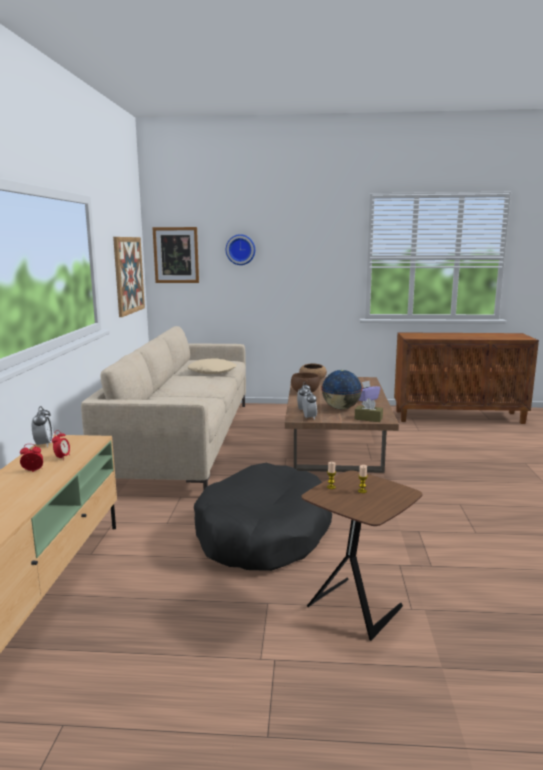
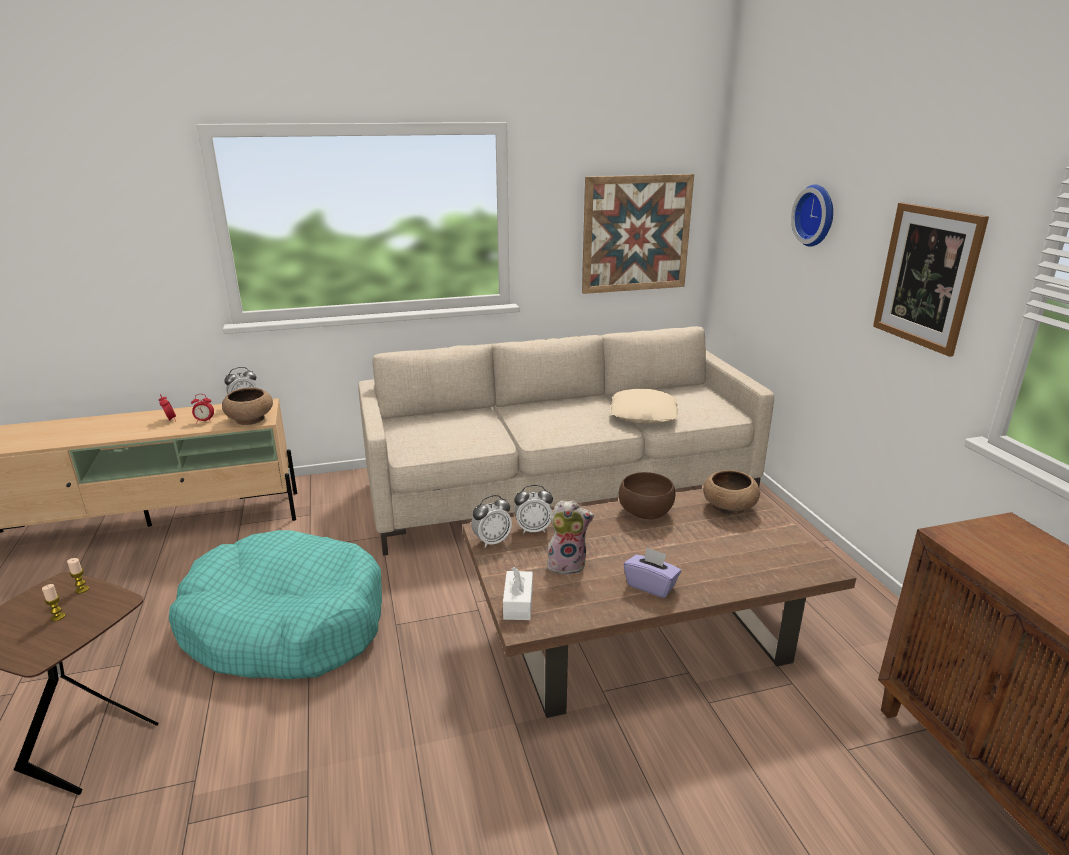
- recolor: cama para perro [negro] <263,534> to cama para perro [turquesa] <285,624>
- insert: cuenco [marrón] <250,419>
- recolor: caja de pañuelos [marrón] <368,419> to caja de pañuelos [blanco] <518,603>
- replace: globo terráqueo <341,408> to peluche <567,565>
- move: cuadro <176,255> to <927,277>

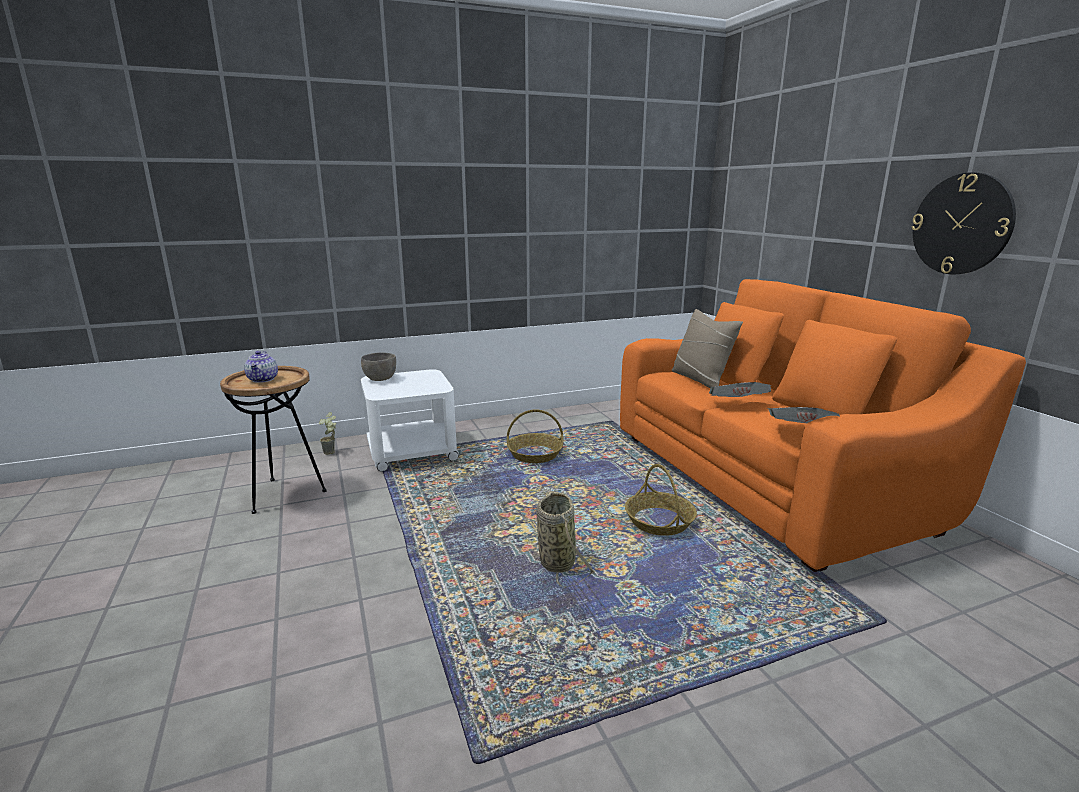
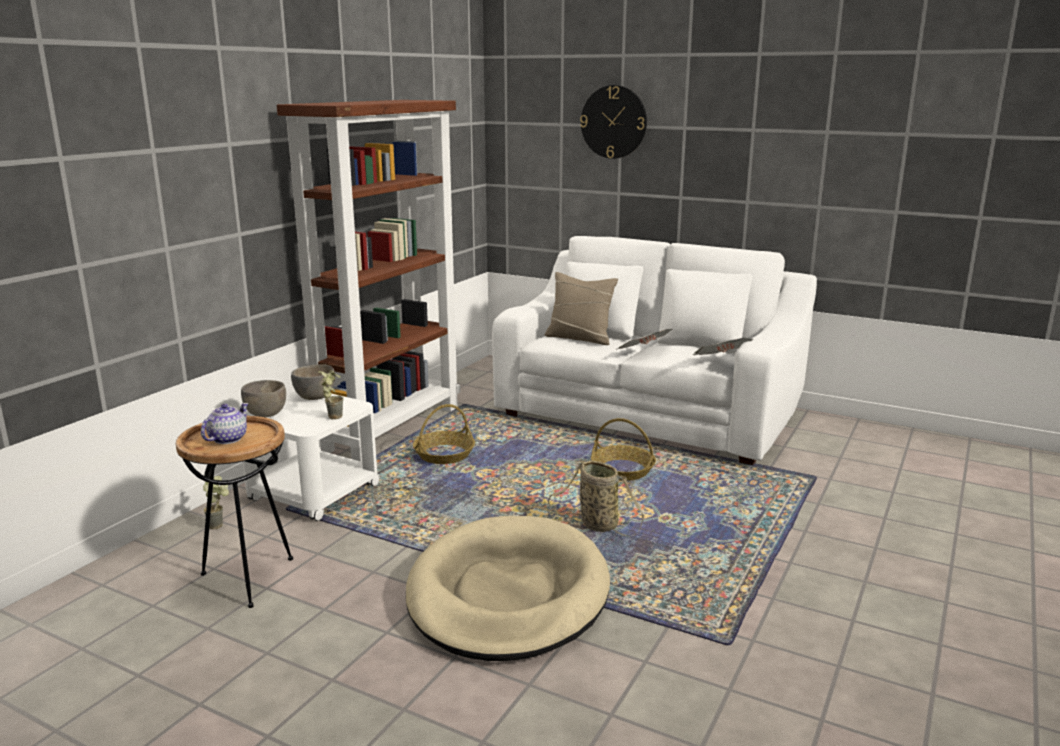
- rotate: tetera <263,379> = <227,439> 105 degrees counterclockwise
- insert: estantería [marrón] <391,428>
- insert: cuenco [gris] <315,397>
- insert: planta en maceta <333,416>
- insert: cama para perro [beis] <508,594>
- recolor: sofá [naranja] <766,478> to sofá [blanco] <647,414>
- move: reloj de pared <961,224> to <613,122>

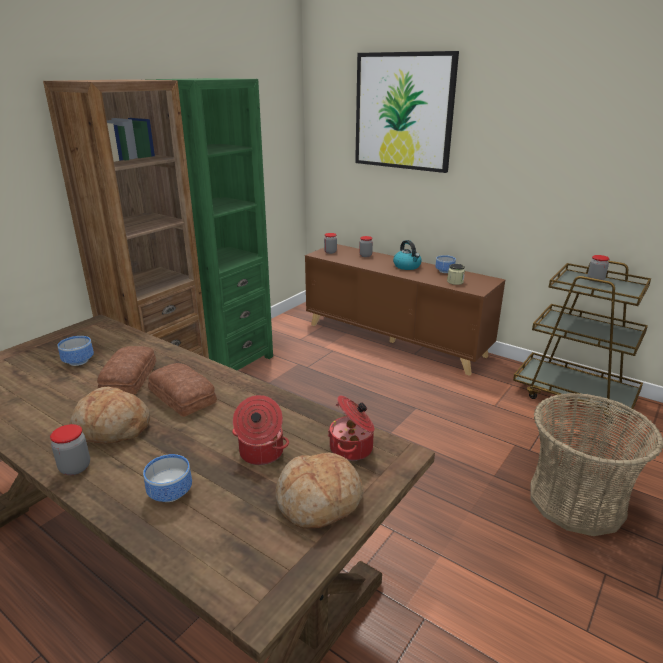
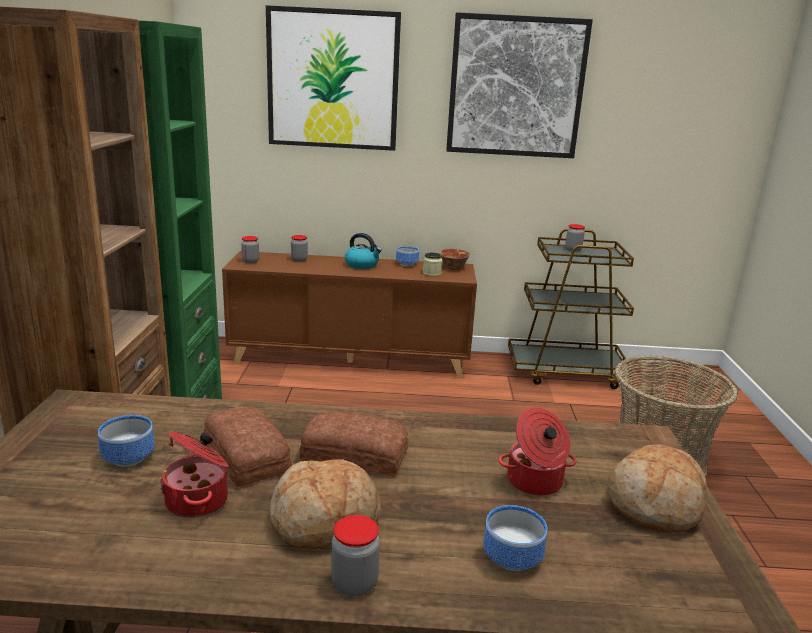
- move: olla <352,448> to <199,501>
- insert: cuenco <453,268>
- insert: cuadro <516,87>

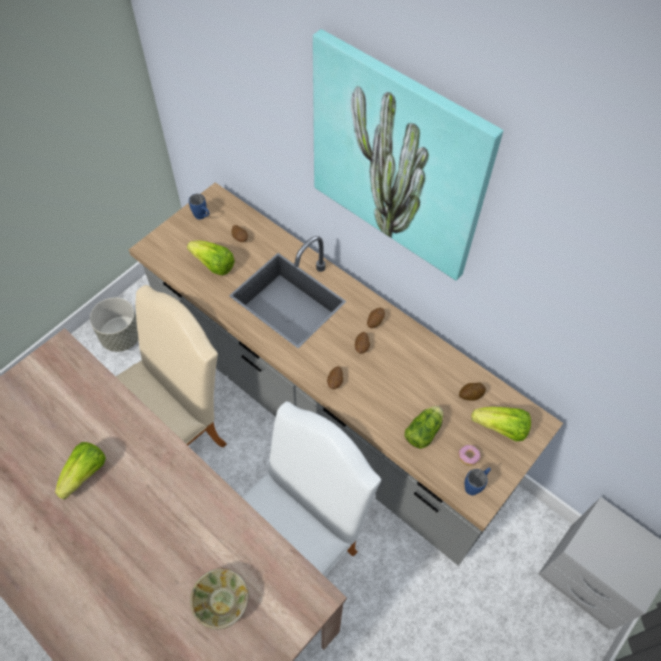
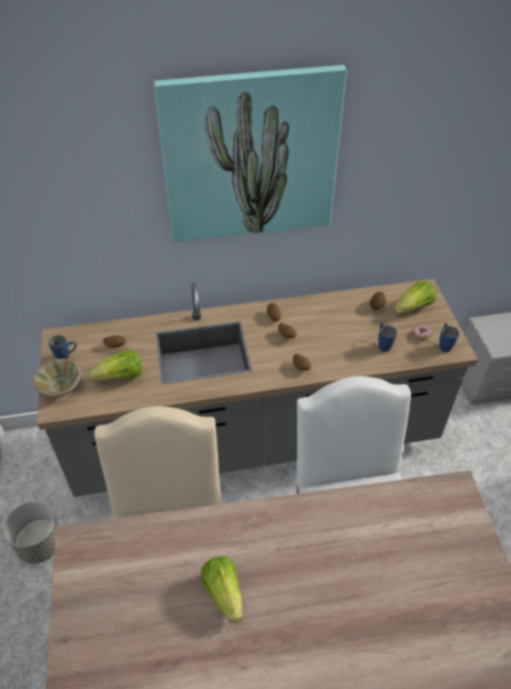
- move: cuenco [beis] <221,602> to <60,386>
- replace: lechuga <424,430> to taza grande [azul] <383,344>

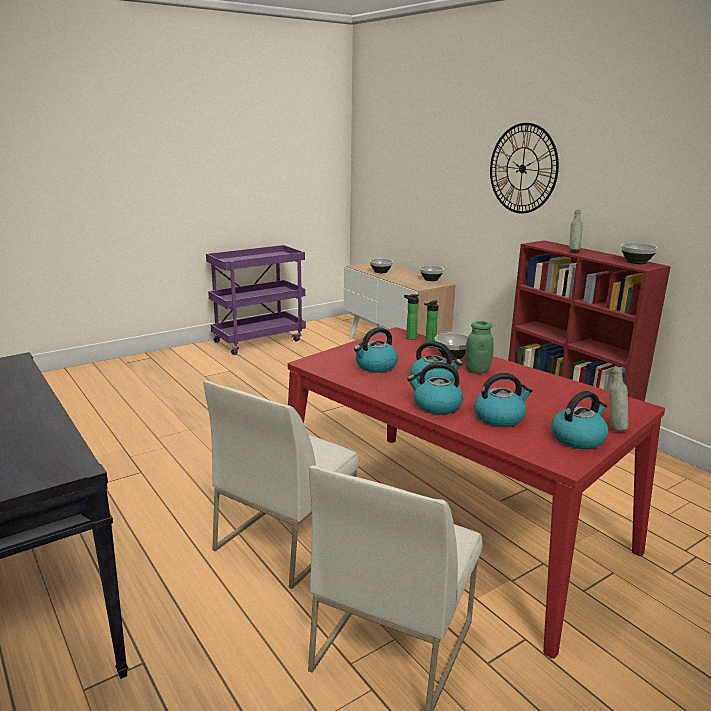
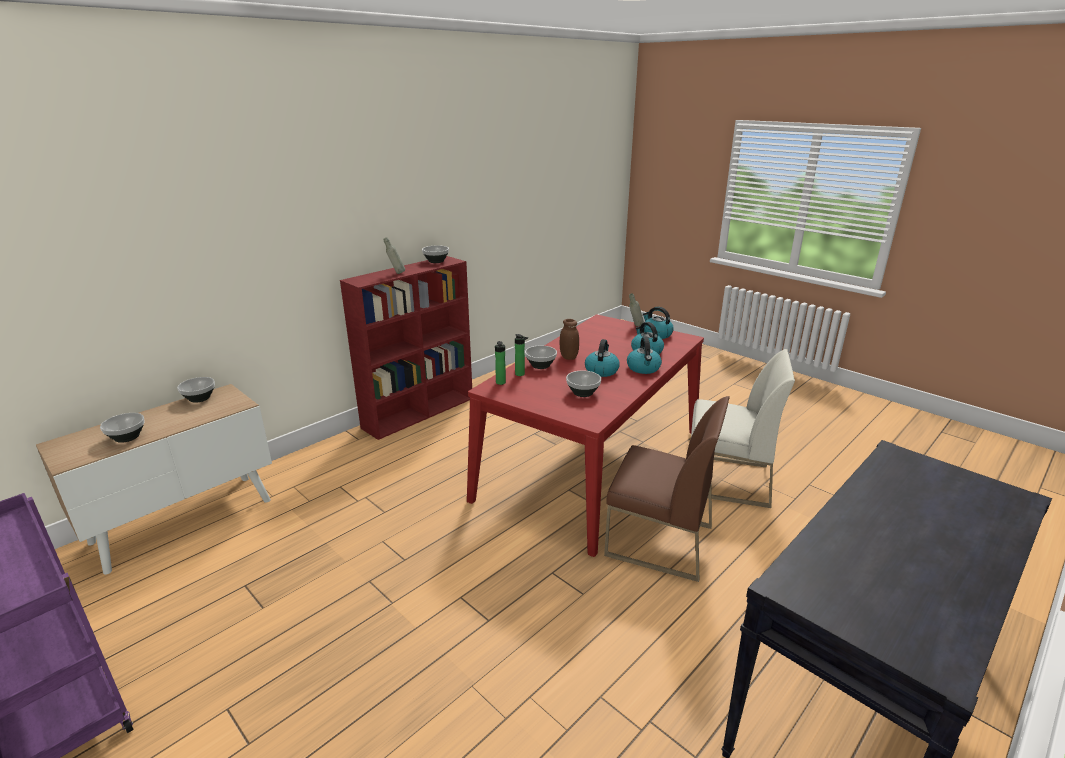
- recolor: tarro [verde] <477,371> to tarro [marrón] <568,357>
- replace: hervidor <375,366> to cuenco <583,392>
- recolor: silla [blanco] <285,538> to silla [marrón] <658,541>
- delete: reloj de pared <522,168>

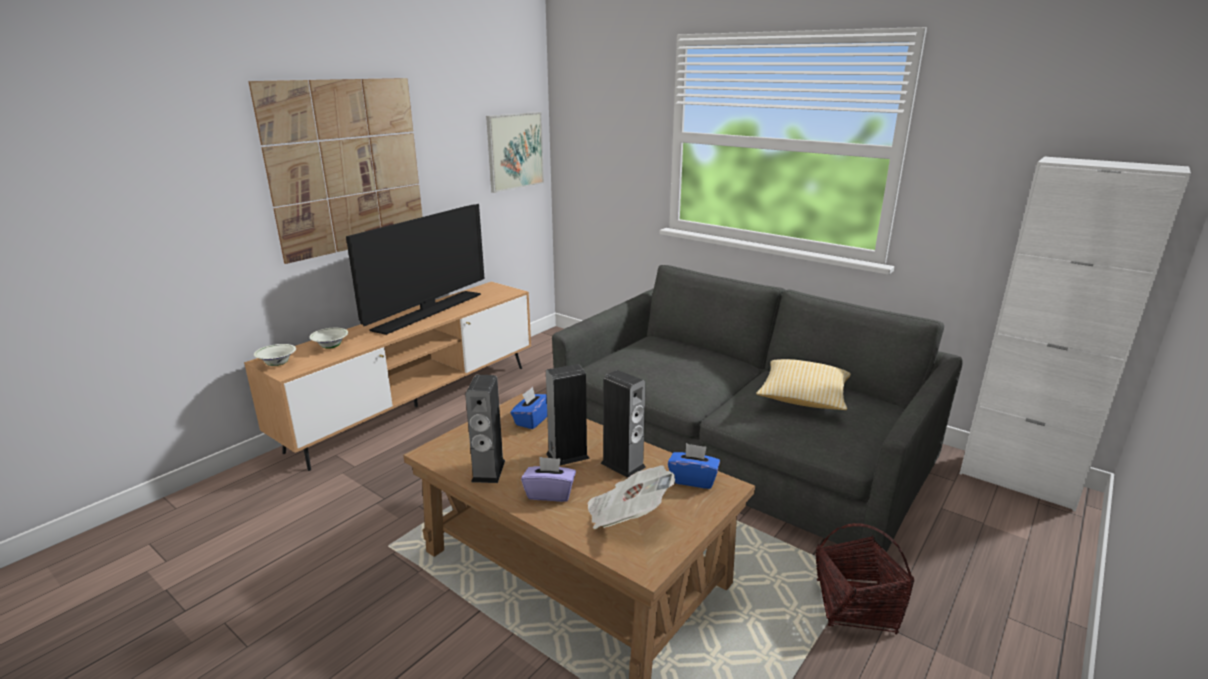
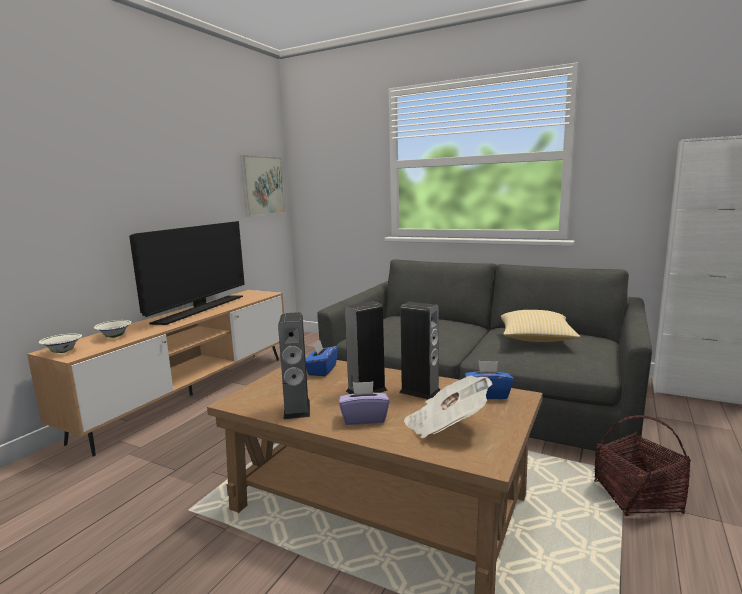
- delete: cuadro <347,166>

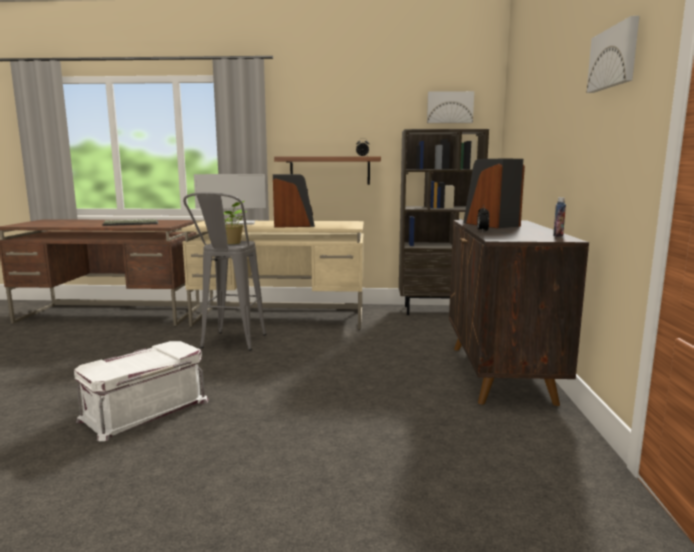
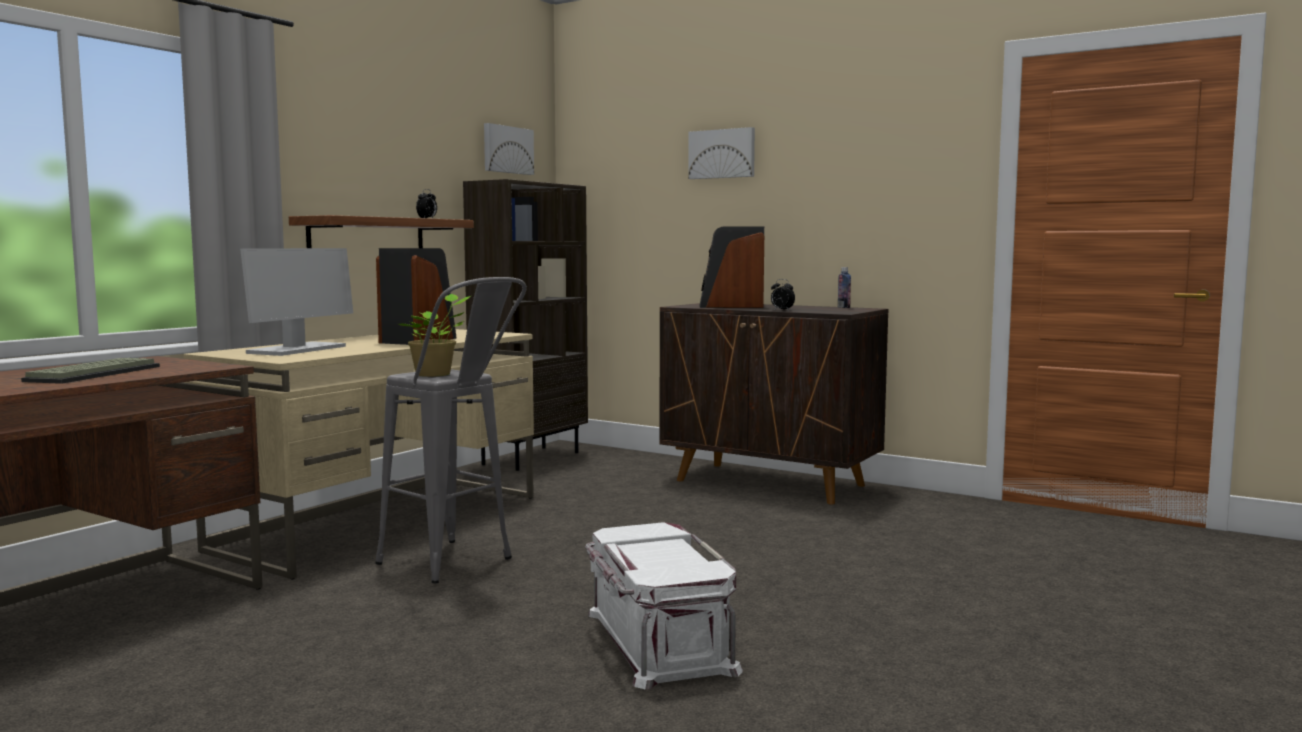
- move: cuadro <614,57> to <722,154>

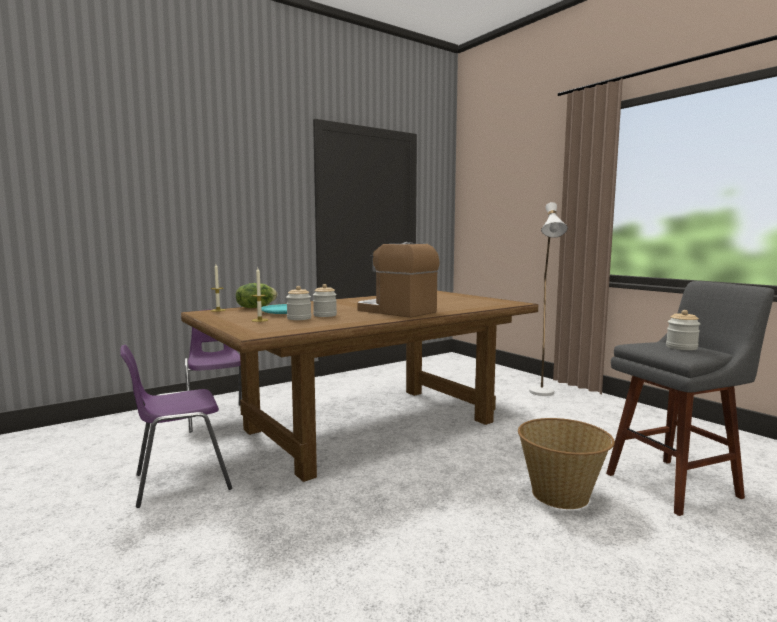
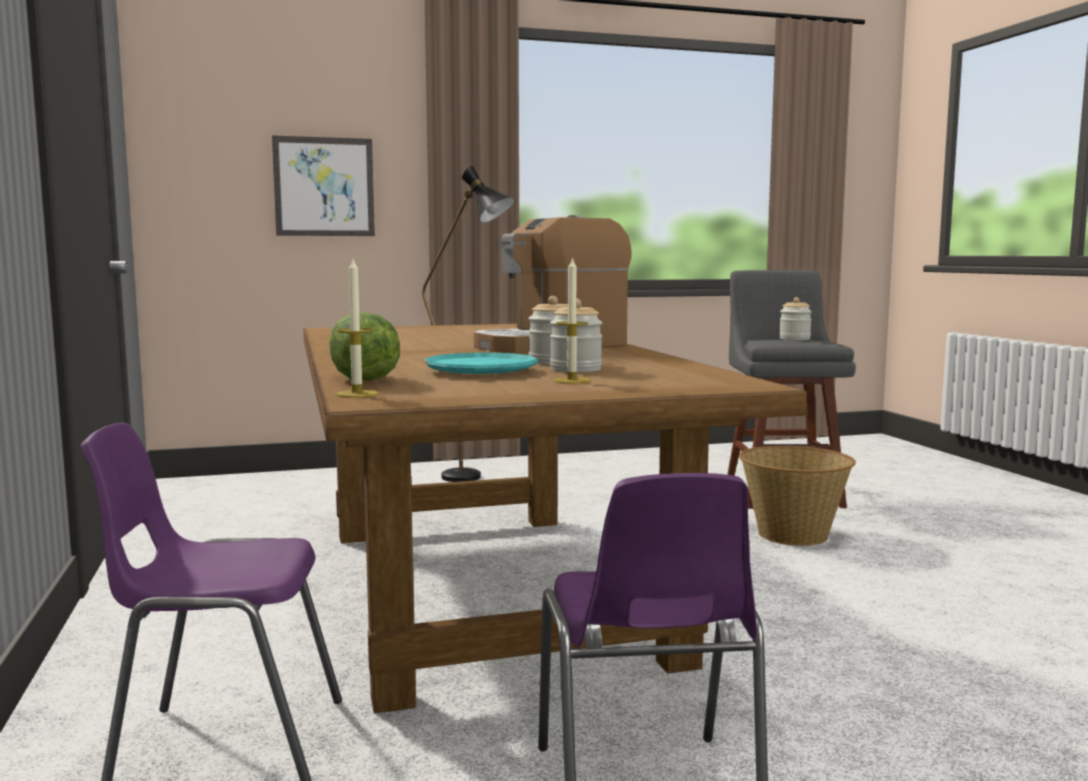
- insert: cuadro <324,187>
- recolor: lámpara de pie [blanco] <543,395> to lámpara de pie [negro] <474,479>

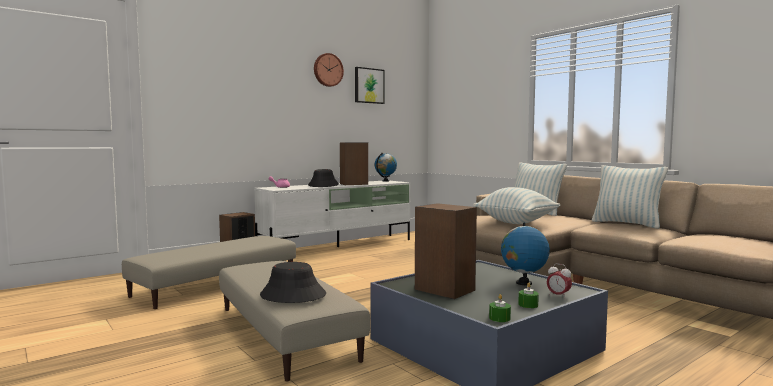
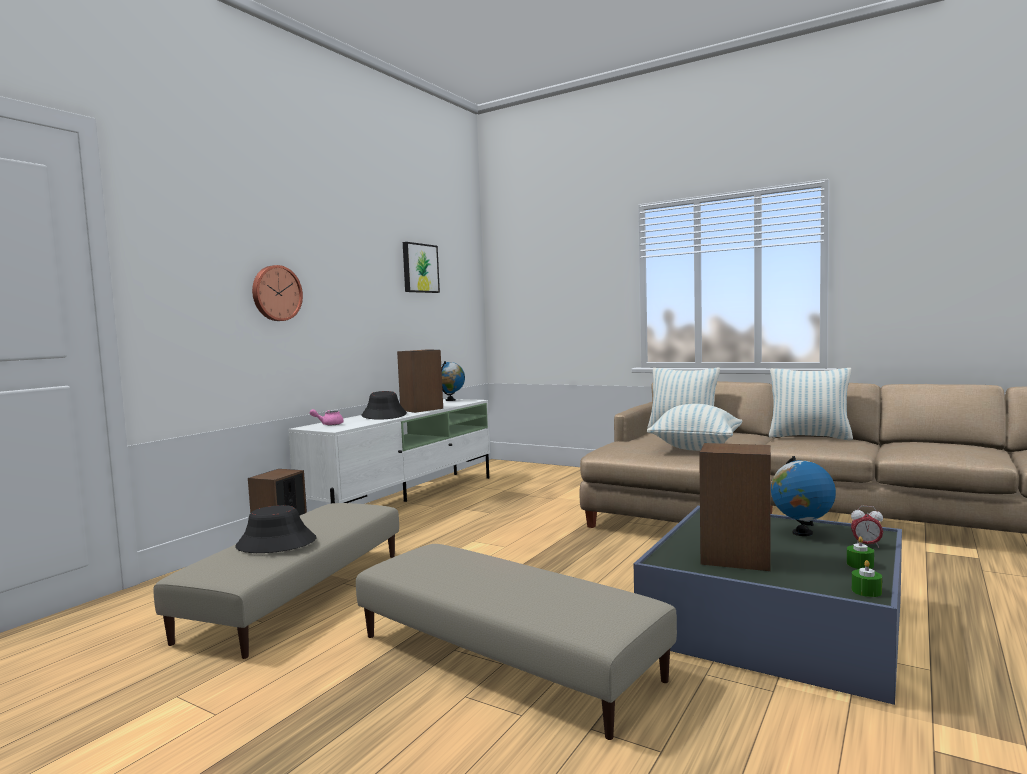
- move: sombrero [negro] <292,295> to <276,543>
- move: reloj de pared <327,70> to <276,293>

